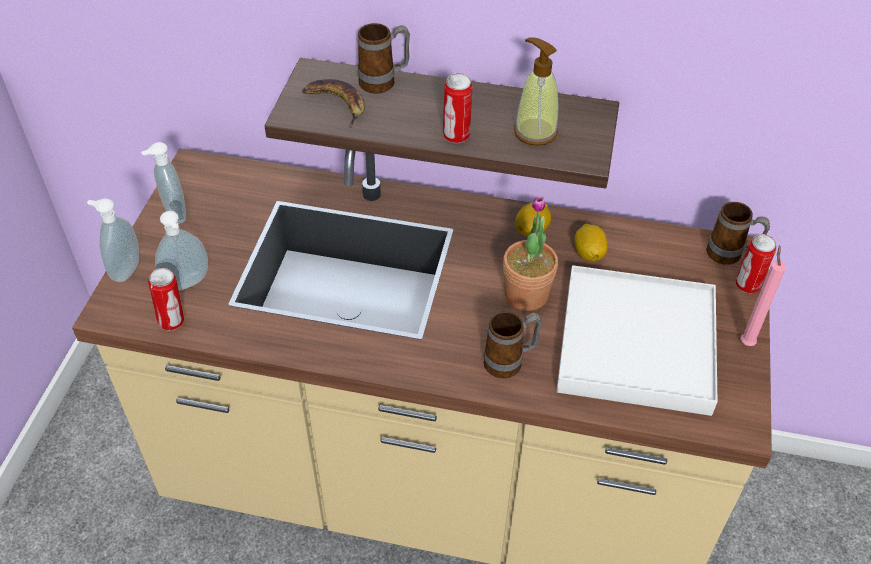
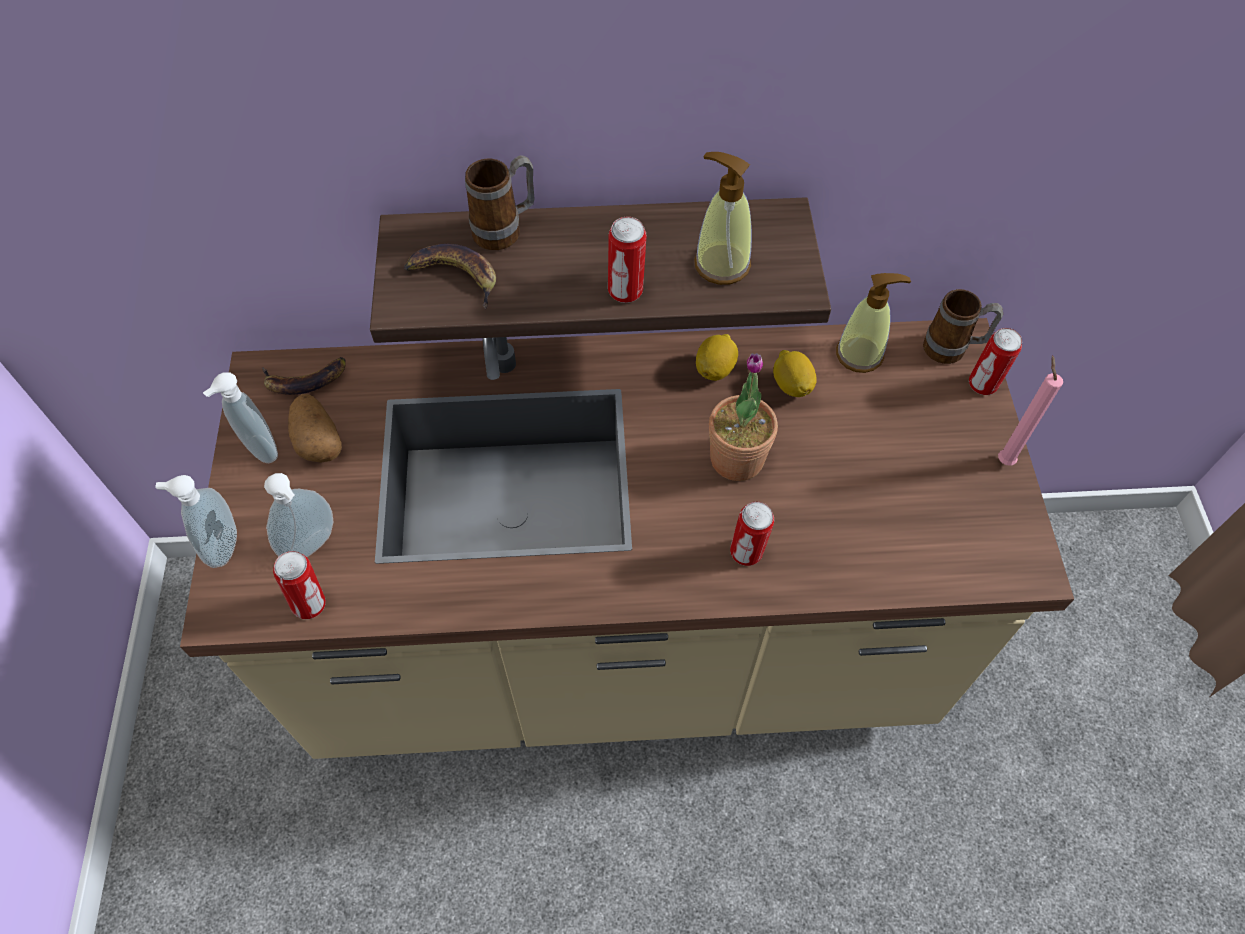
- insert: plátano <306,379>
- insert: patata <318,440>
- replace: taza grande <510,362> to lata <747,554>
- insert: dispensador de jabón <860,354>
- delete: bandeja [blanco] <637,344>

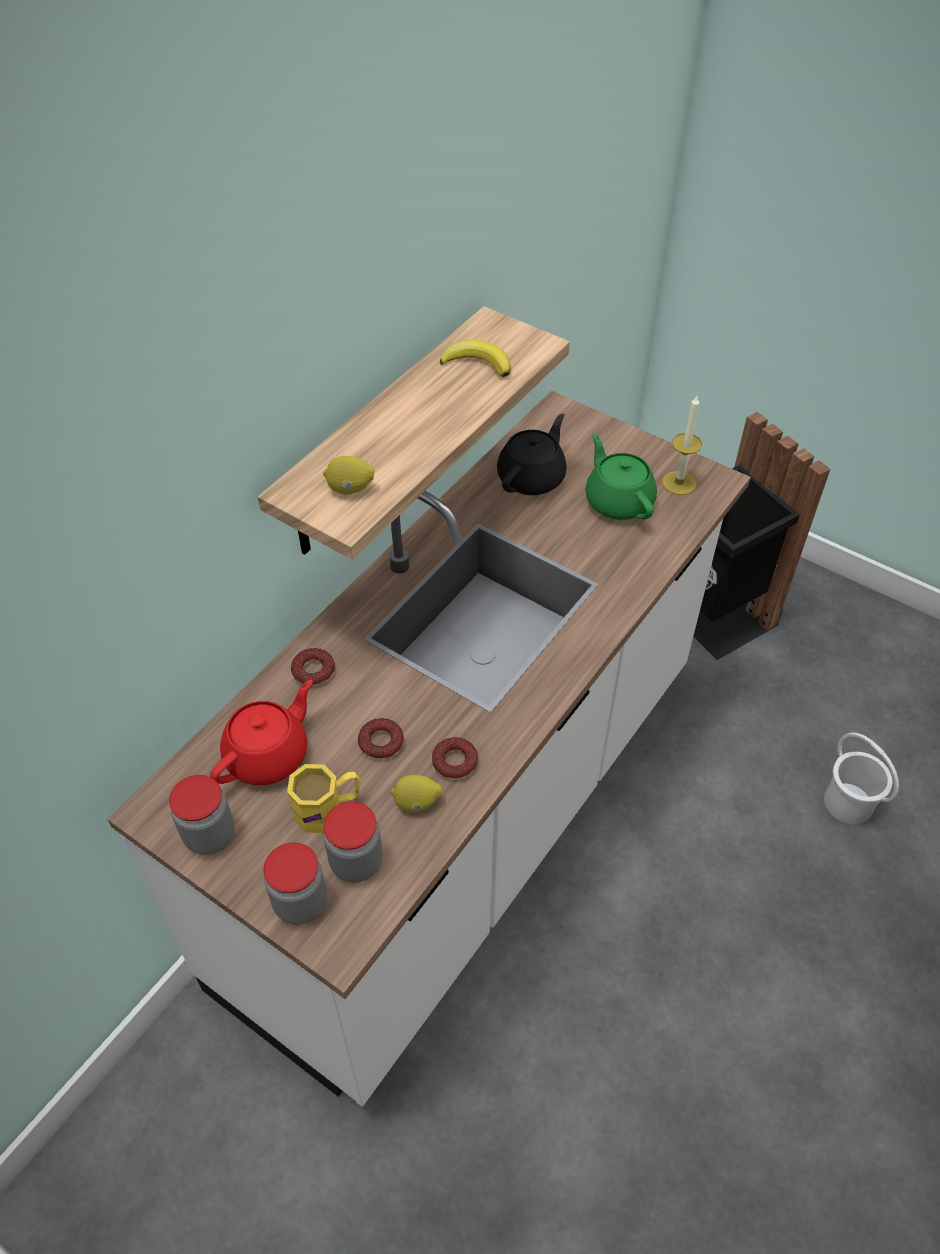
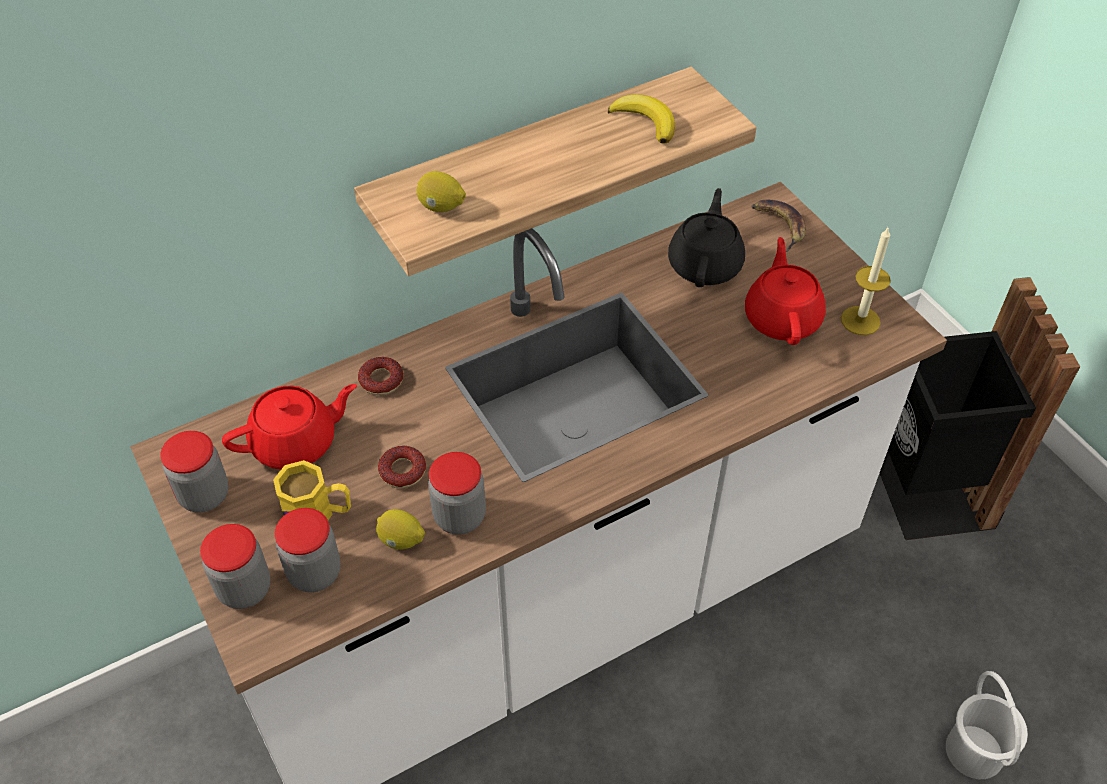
- replace: rosquilla <455,762> to tarro <459,516>
- rotate: tetera [negro] <532,477> = <705,264> 45 degrees counterclockwise
- recolor: tetera [verde] <618,501> to tetera [rojo] <782,318>
- insert: plátano <779,225>

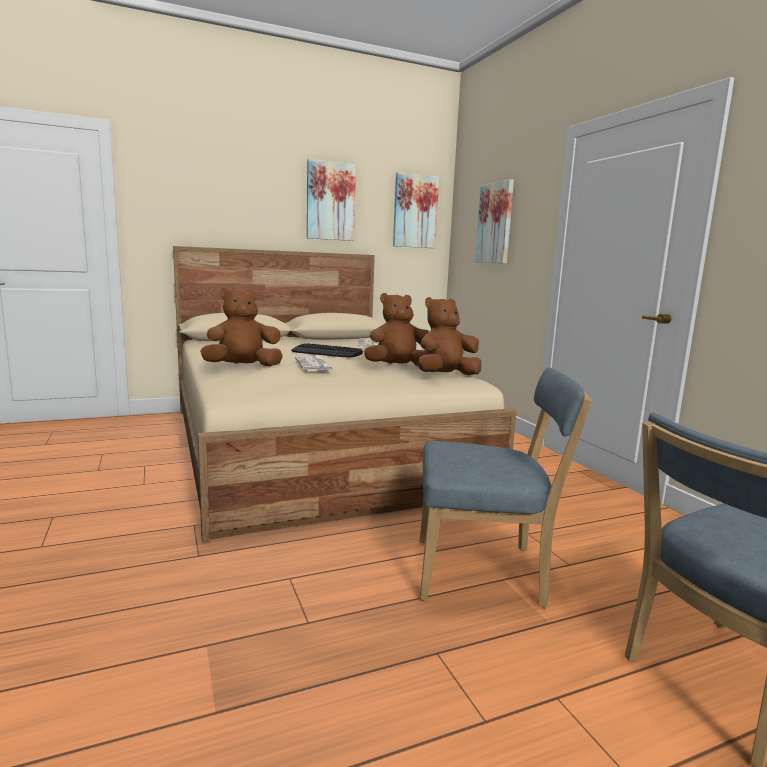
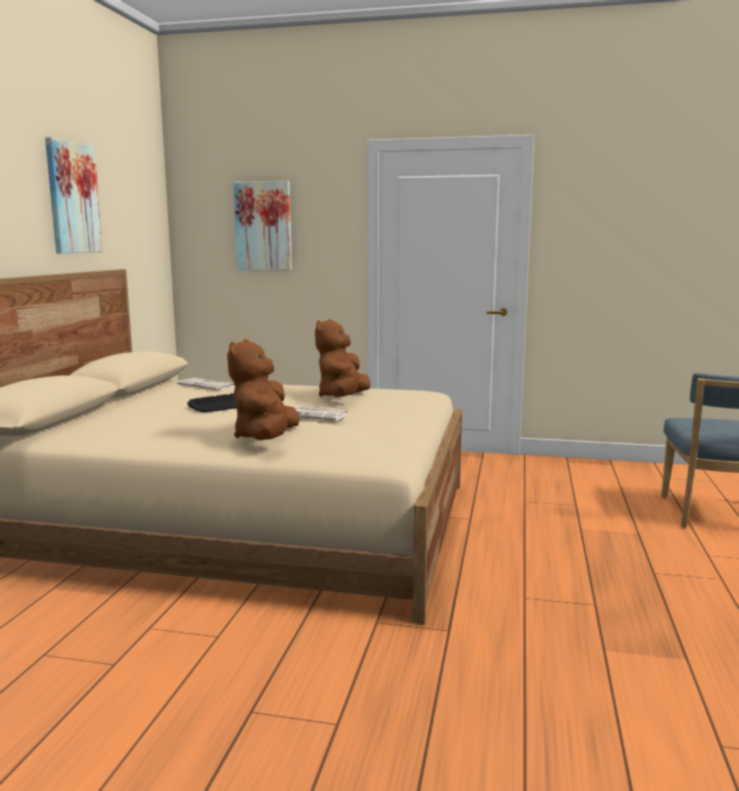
- delete: cuadro <415,211>
- delete: peluche [marrón] <446,376>
- delete: silla [azul] <485,573>

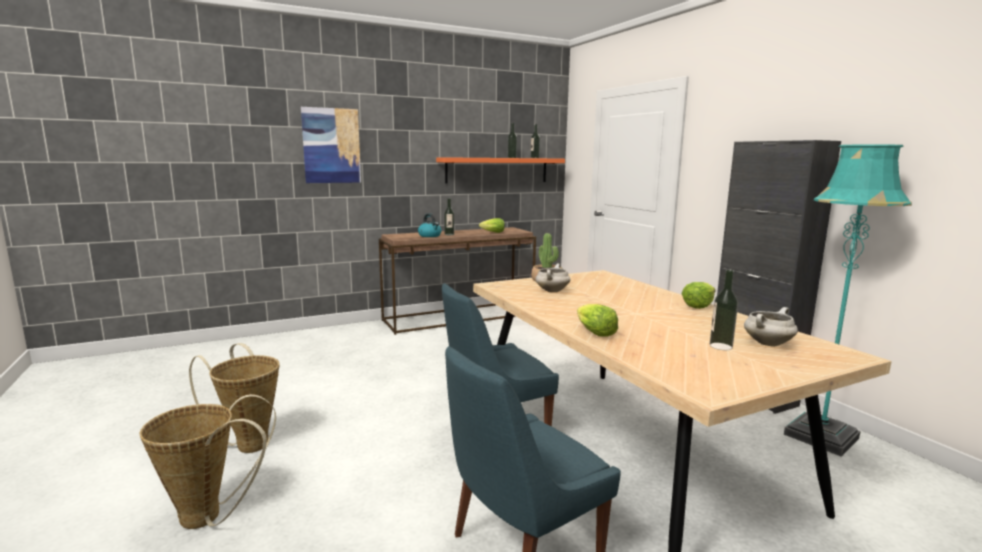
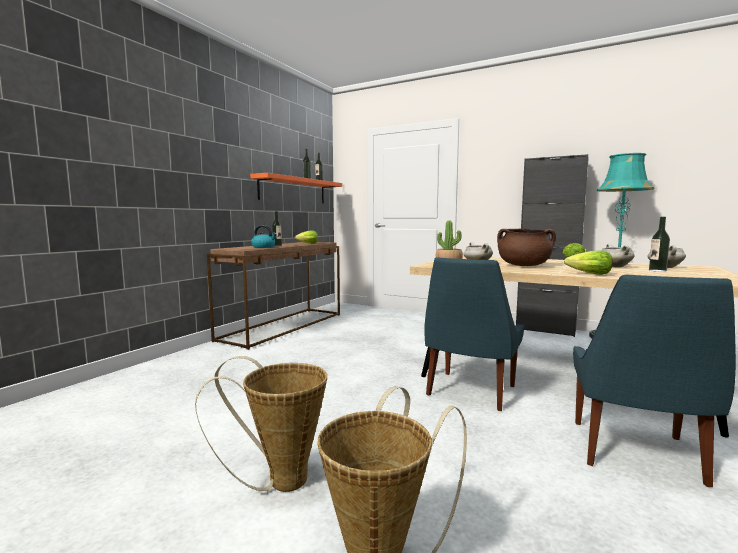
- insert: olla [marrón] <524,265>
- insert: olla [blanco] <614,267>
- delete: cuadro <331,146>

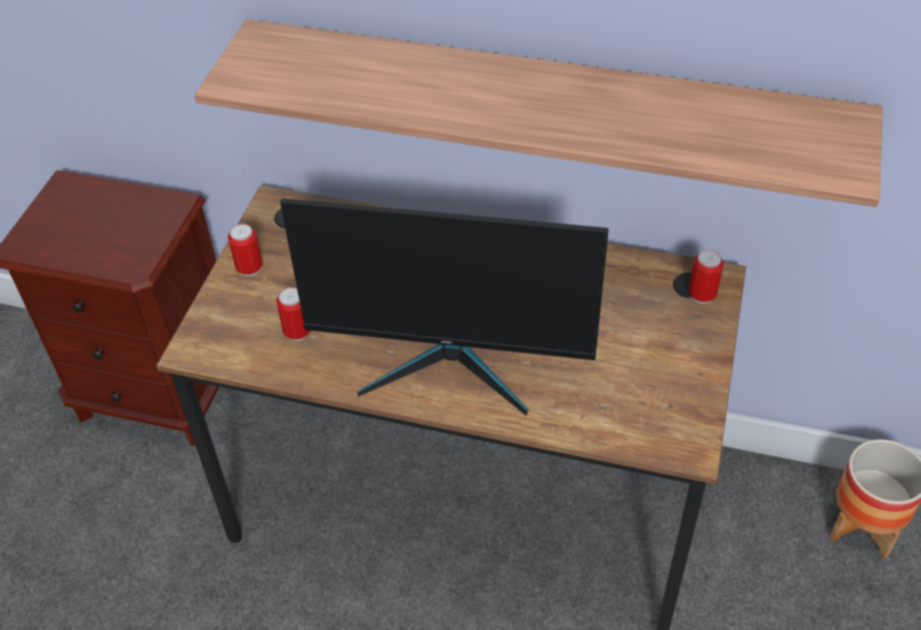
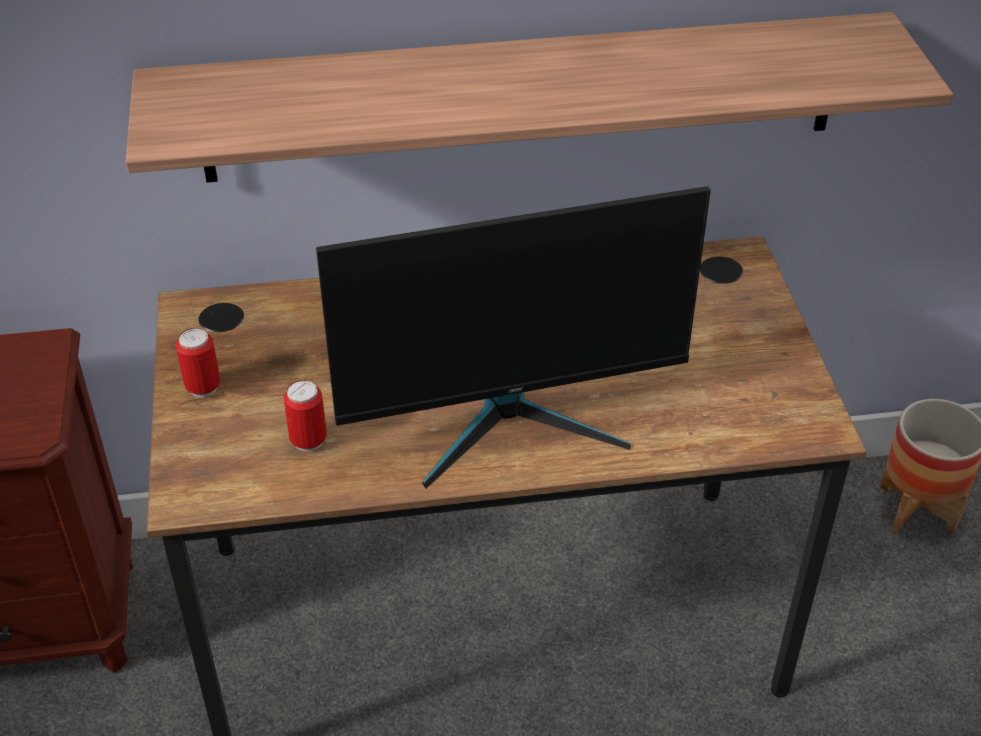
- delete: lata <702,295>

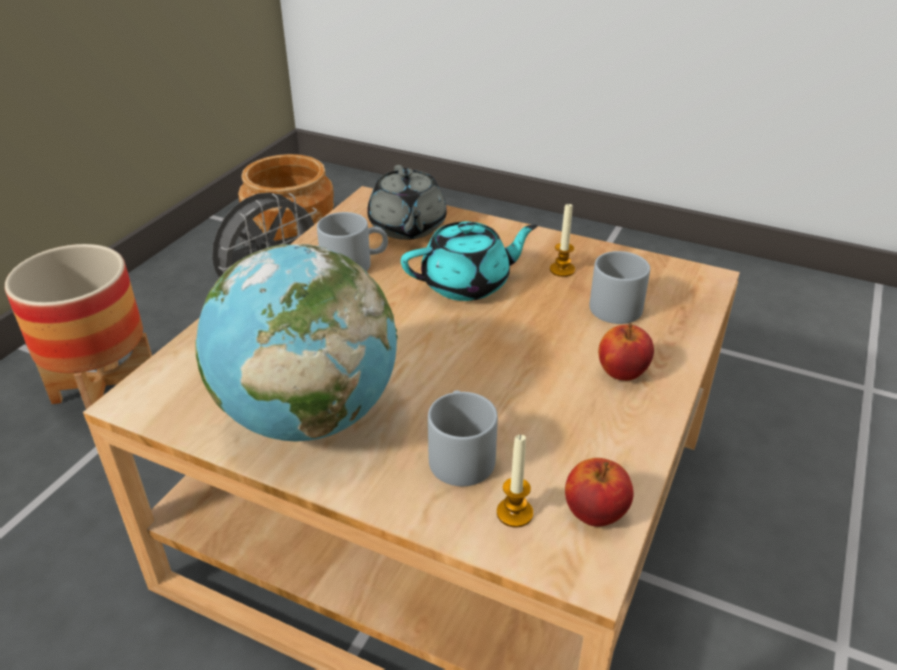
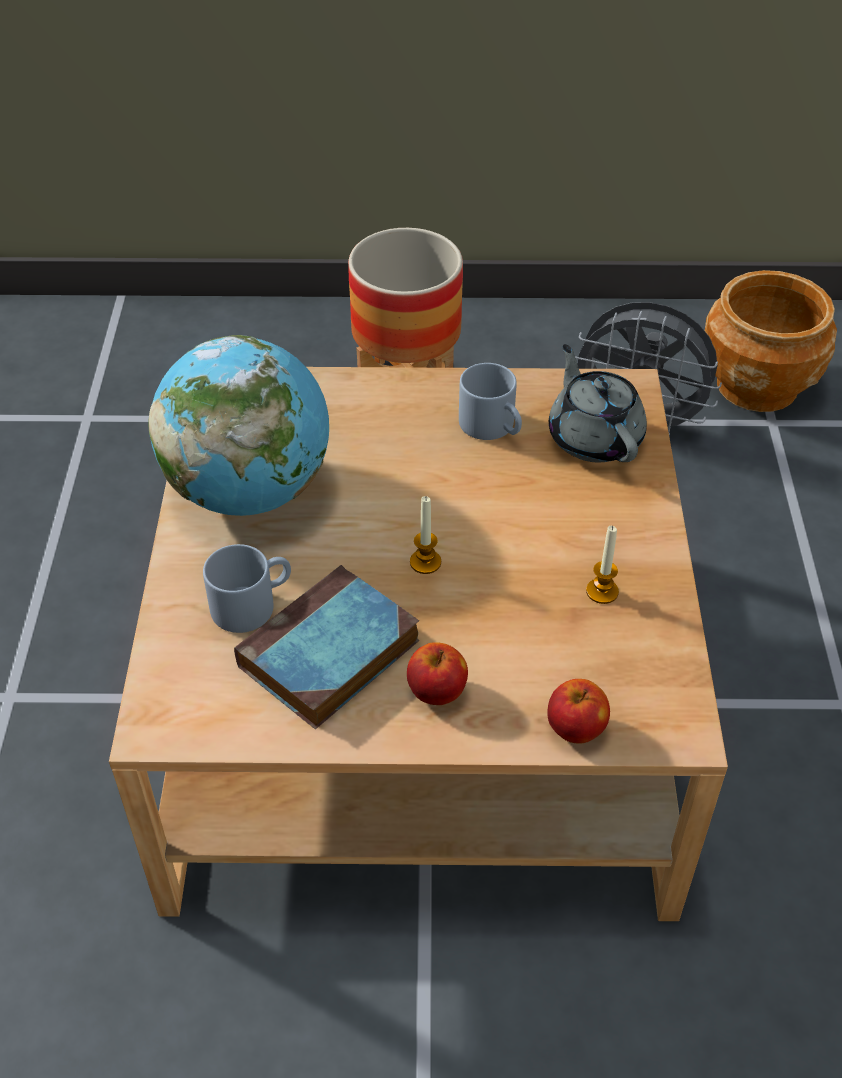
- insert: libro <327,656>
- move: vela <514,513> to <425,562>
- move: manzana <594,513> to <575,728>
- rotate: tetera [gris] <407,227> = <594,437> 105 degrees clockwise
- delete: tetera [turquesa] <467,284>
- delete: taza grande [gris] <618,303>

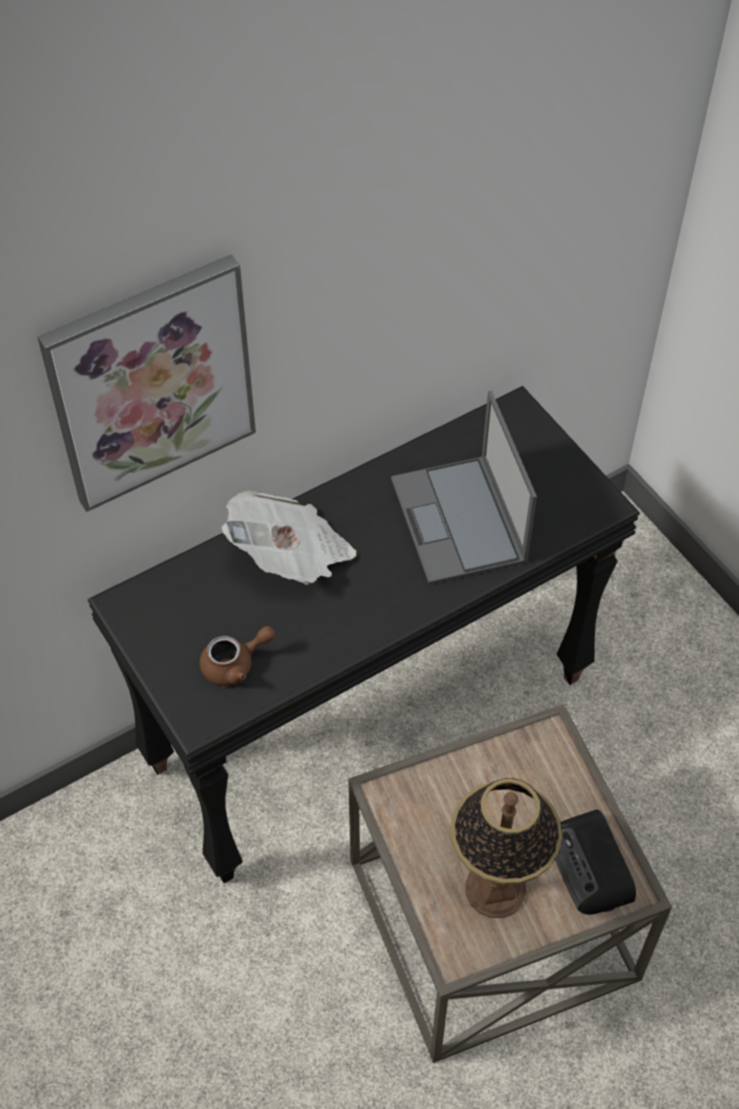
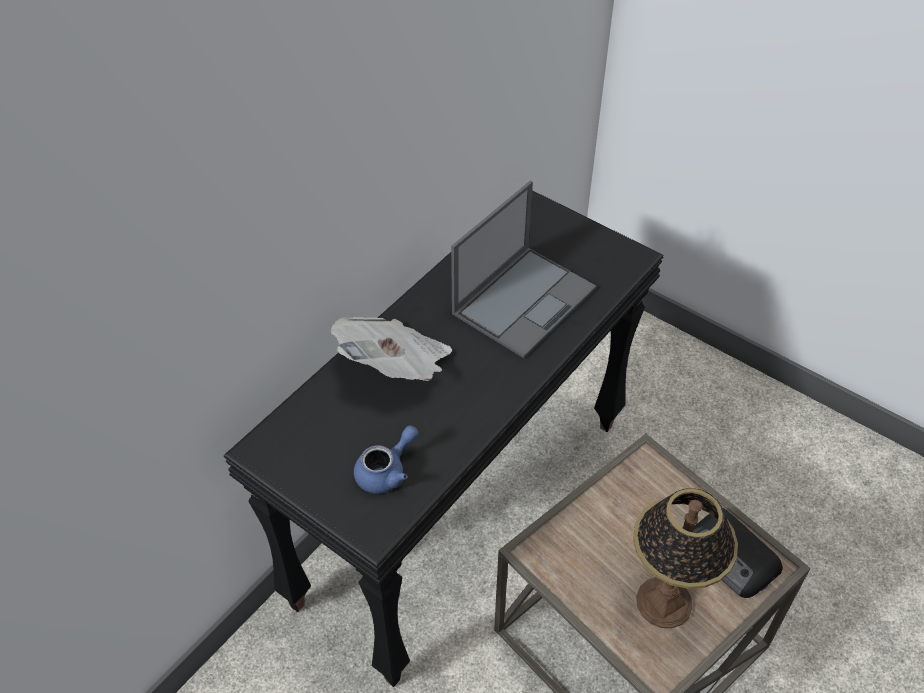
- recolor: tetera [marrón] <235,665> to tetera [azul] <386,471>
- rotate: portátil <459,521> = <524,300> 105 degrees counterclockwise
- delete: cuadro <151,383>

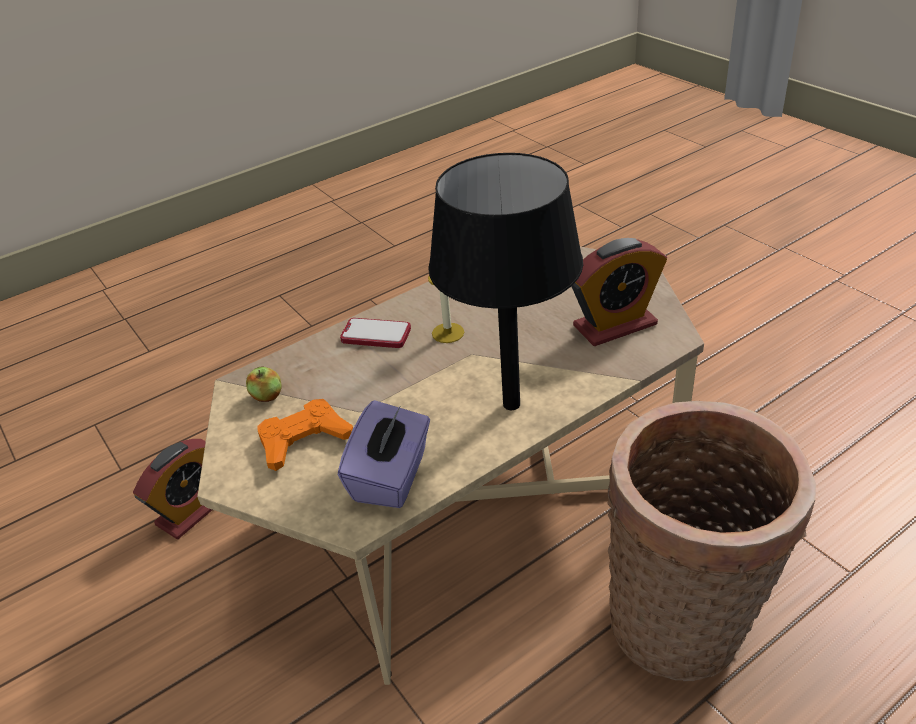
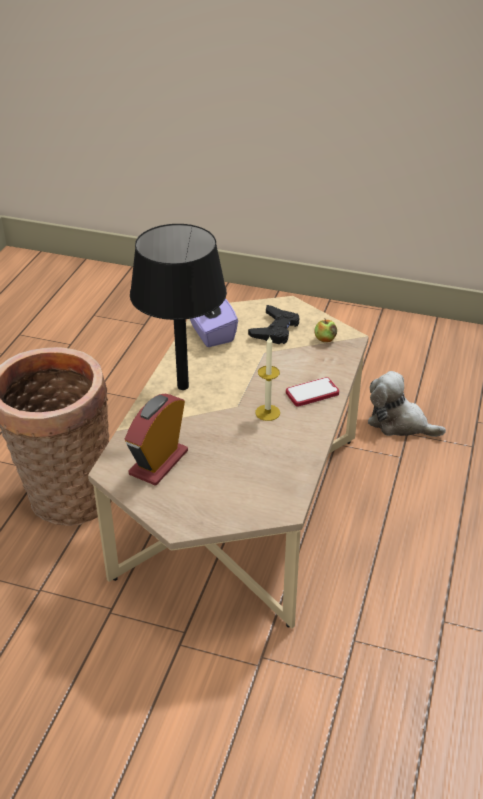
- recolor: mando de consola [naranja] <303,440> to mando de consola [negro] <275,330>
- replace: despertador <192,511> to peluche <399,423>

